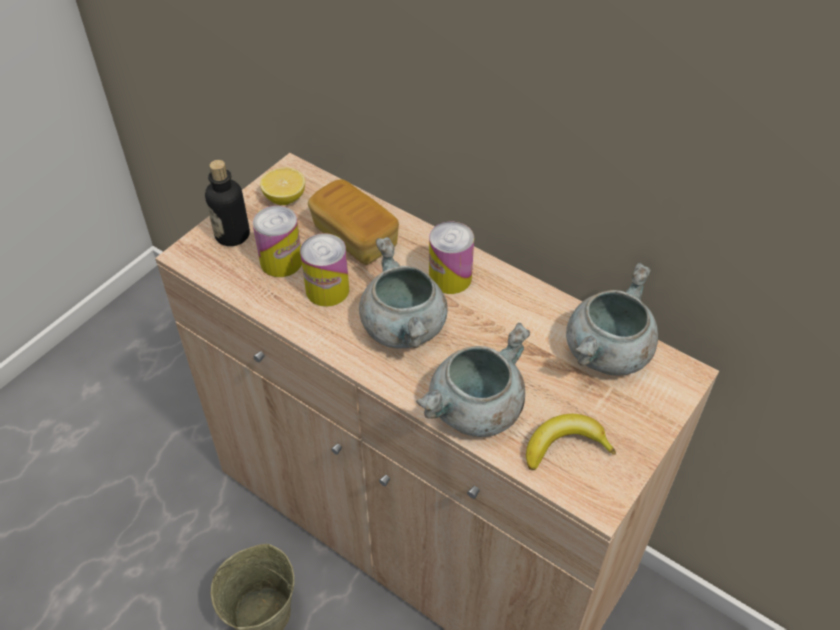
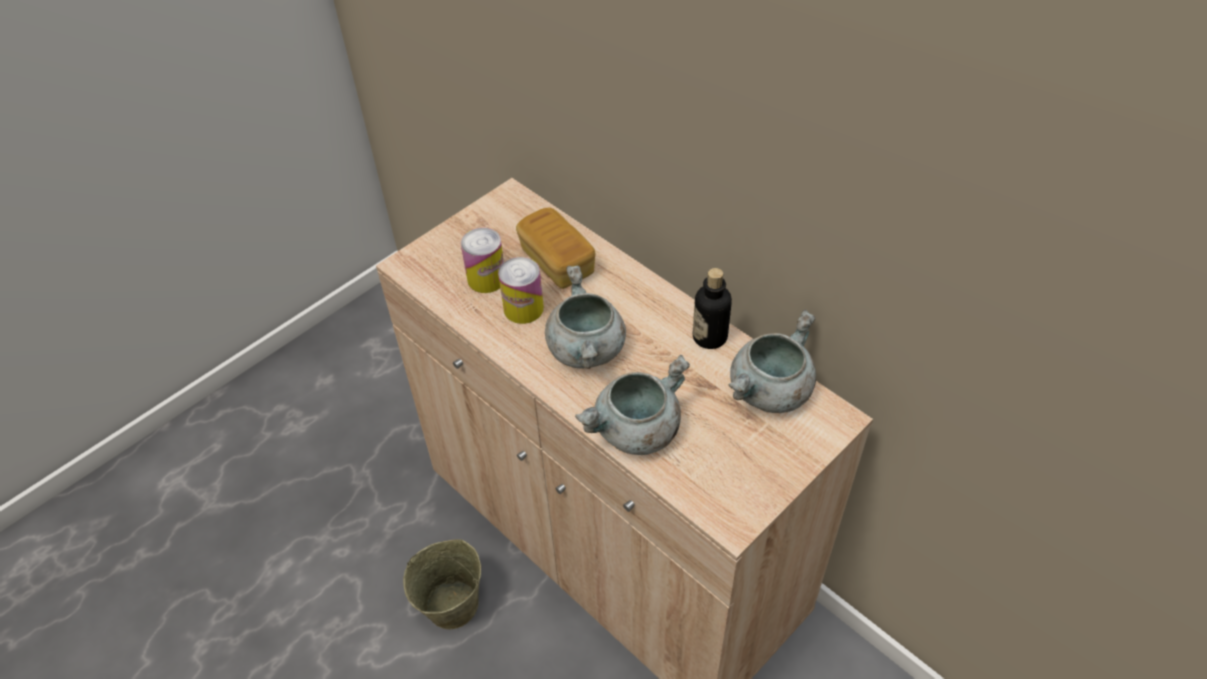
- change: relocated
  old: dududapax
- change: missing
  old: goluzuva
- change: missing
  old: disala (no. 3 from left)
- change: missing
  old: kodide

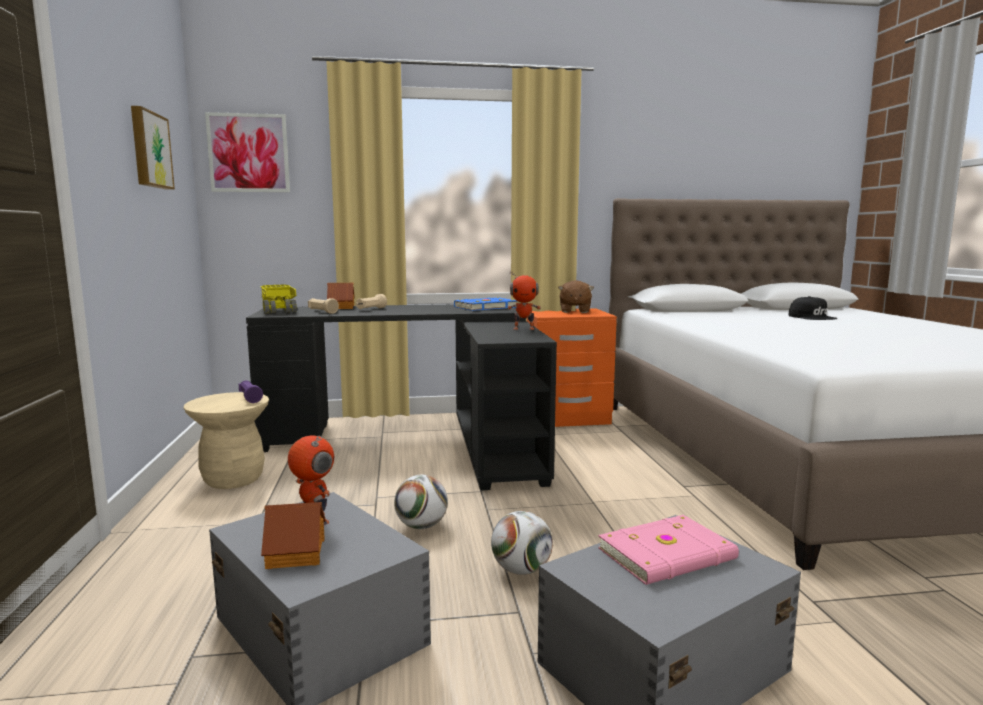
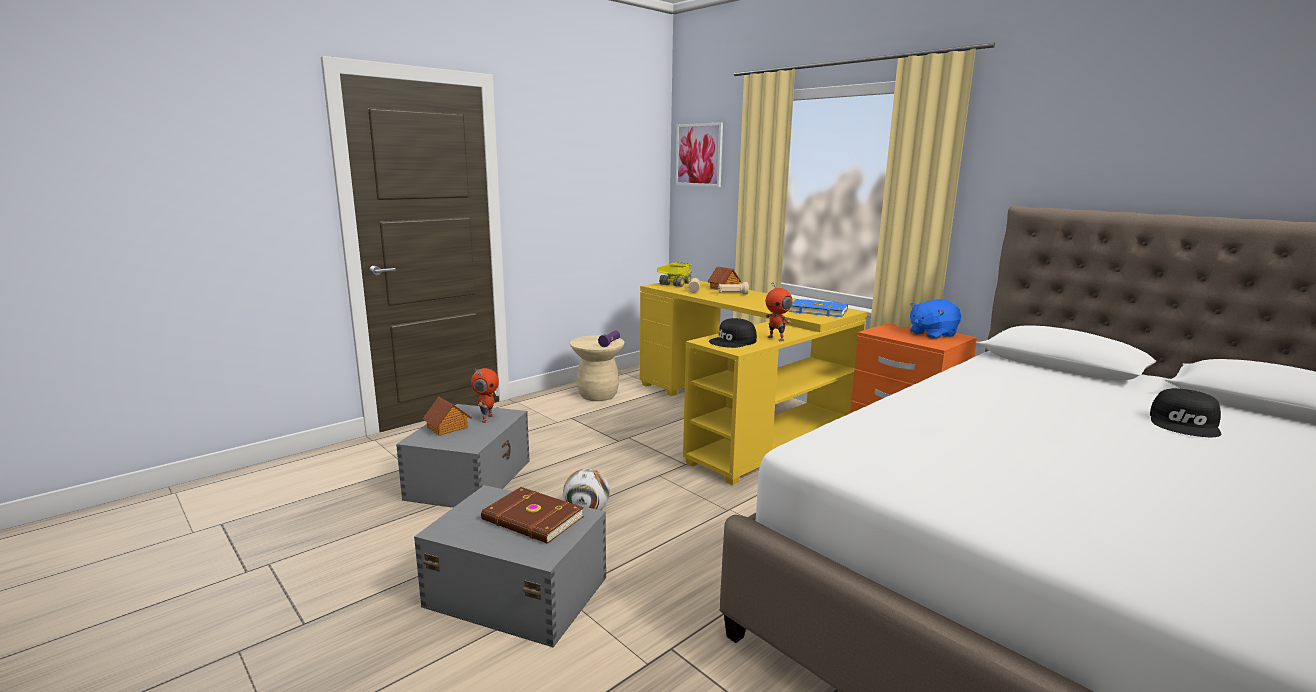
- change: missing
  old: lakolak (no. 1 from left)
- change: colour
  old: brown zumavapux
  new: blue zumavapux
- change: colour
  old: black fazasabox
  new: yellow fazasabox
- change: missing
  old: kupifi (no. 1 from left)
- change: colour
  old: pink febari
  new: brown febari
- change: appeared
  new: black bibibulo (no. 1 from left)

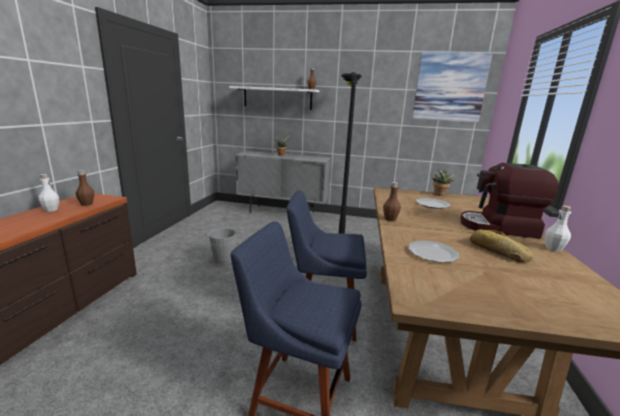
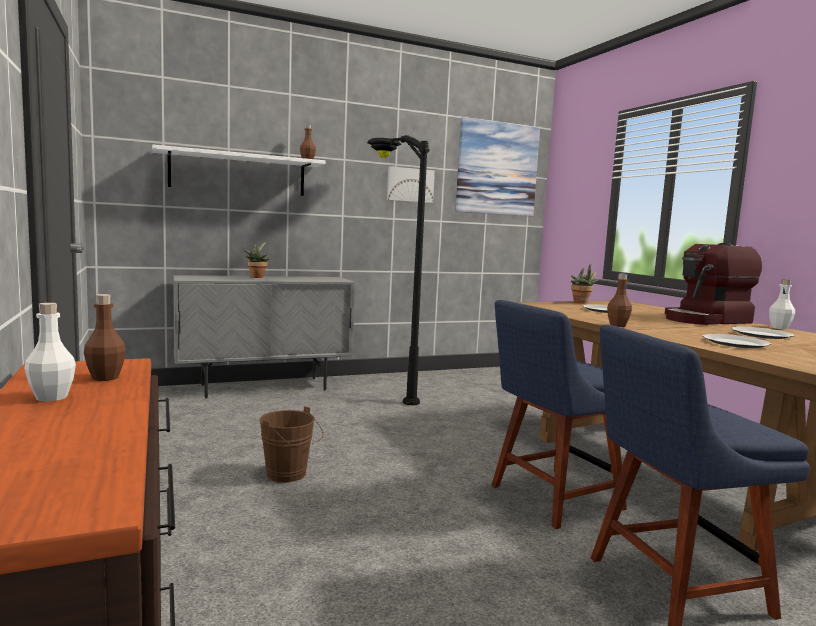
- change: colour
  old: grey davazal
  new: brown davazal
- change: exchanged
  old: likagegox
  new: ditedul (no. 3 from left)
- change: appeared
  new: lakolak (no. 1 from left)

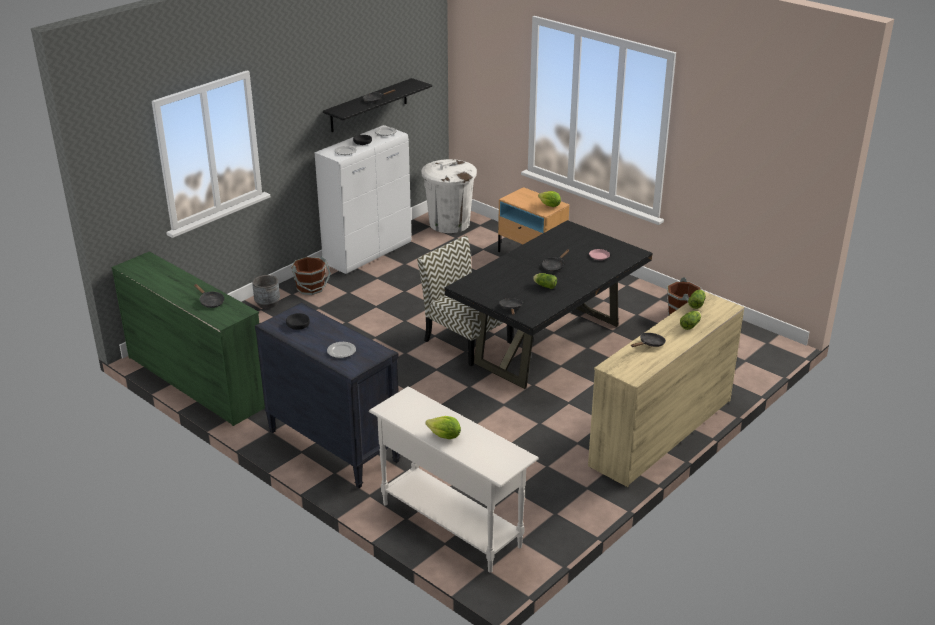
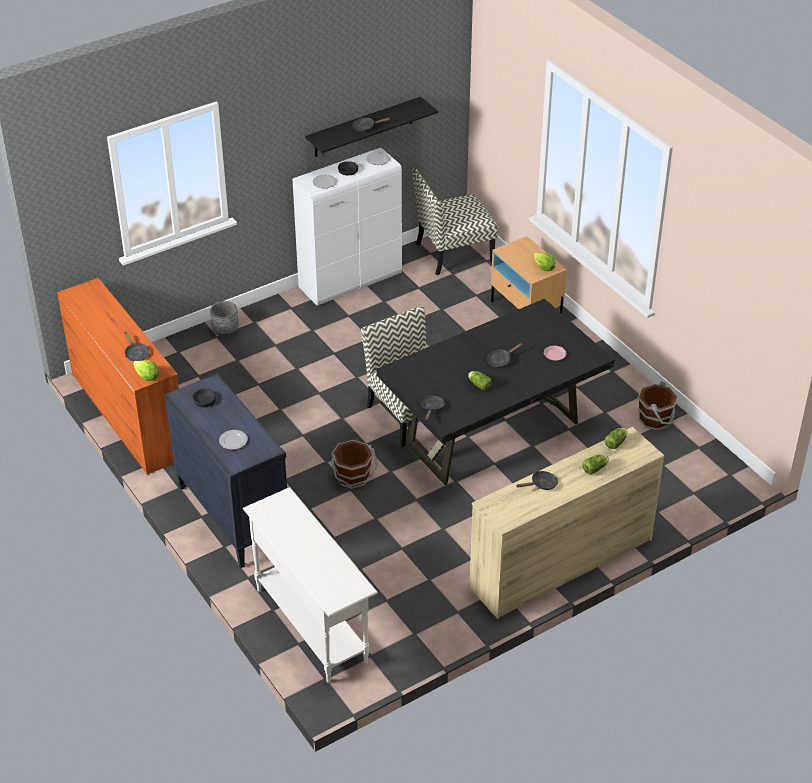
- change: exchanged
  old: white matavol
  new: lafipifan (no. 2 from left)
- change: colour
  old: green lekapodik
  new: orange lekapodik
- change: relocated
  old: brown davazal (no. 1 from left)
- change: relocated
  old: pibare (no. 1 from left)

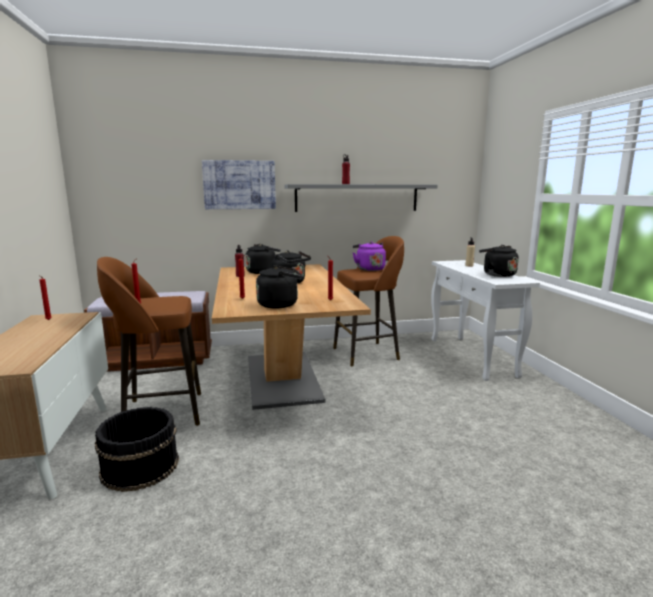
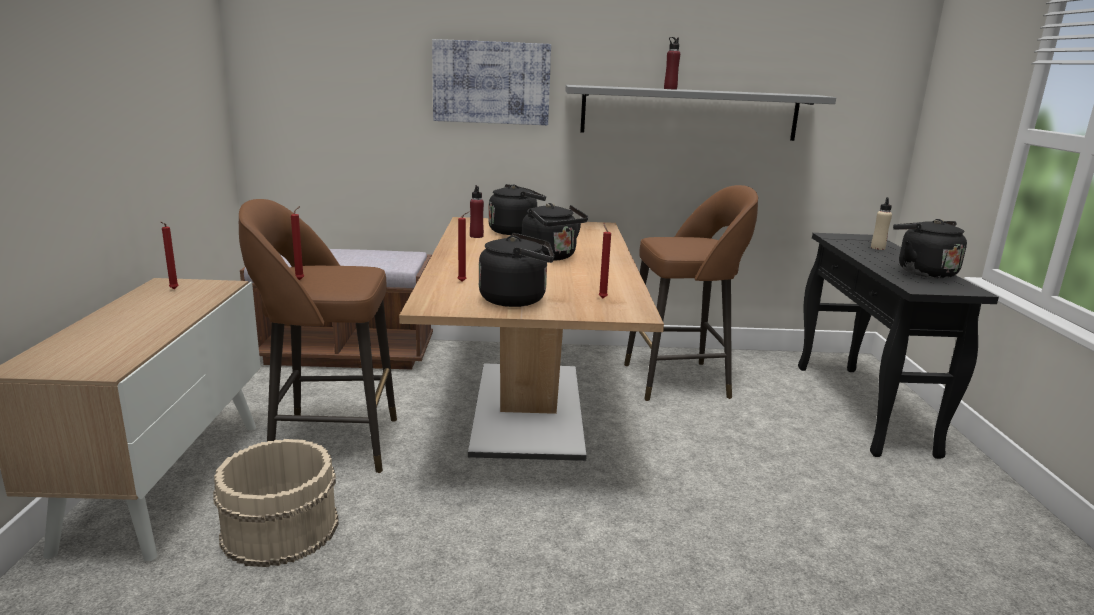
- change: missing
  old: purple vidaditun
- change: colour
  old: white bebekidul
  new: black bebekidul
- change: colour
  old: black davazal
  new: beige davazal

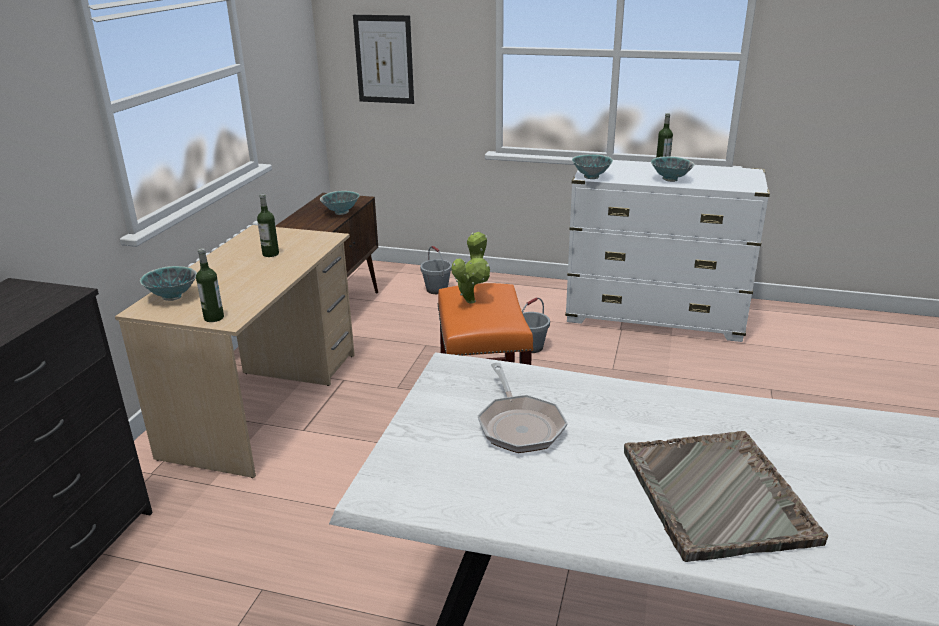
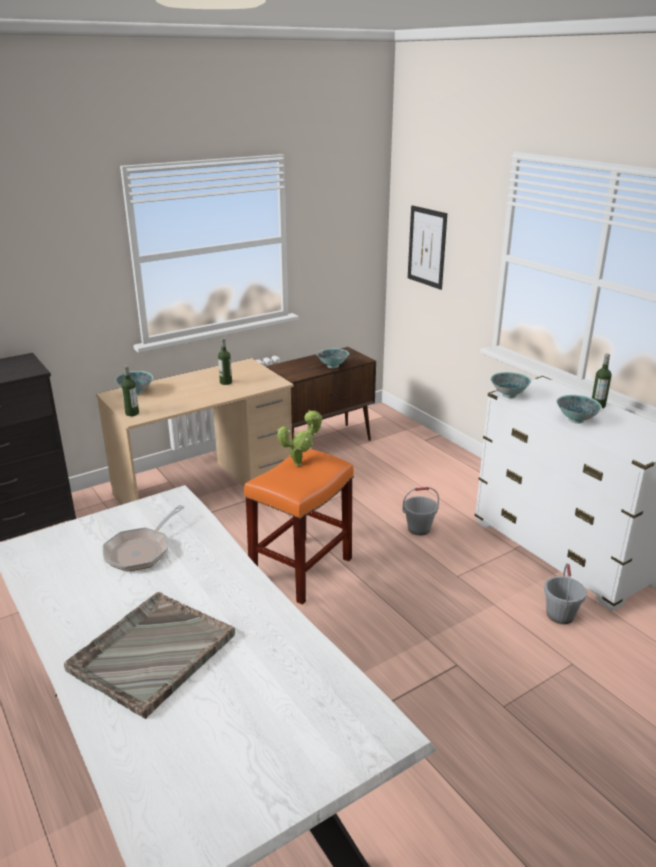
- change: relocated
  old: grey davazal (no. 1 from left in the first image)
  new: grey davazal (no. 2 from left)

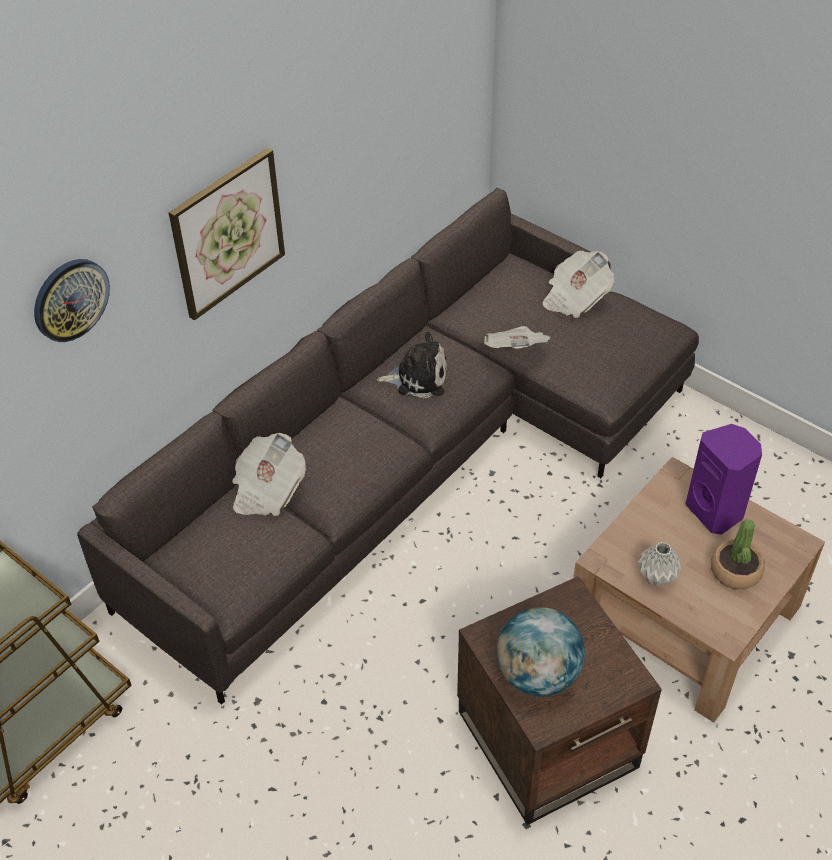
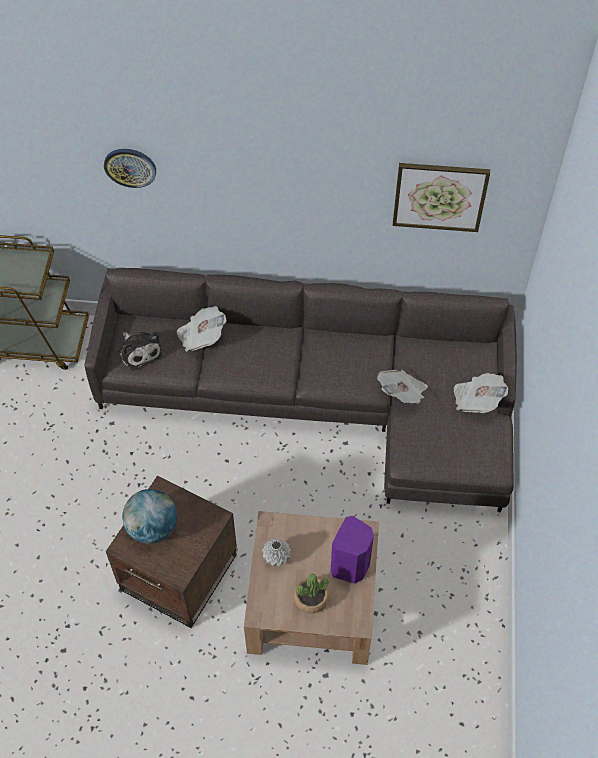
- change: relocated
  old: lakolak
- change: relocated
  old: zumavapux

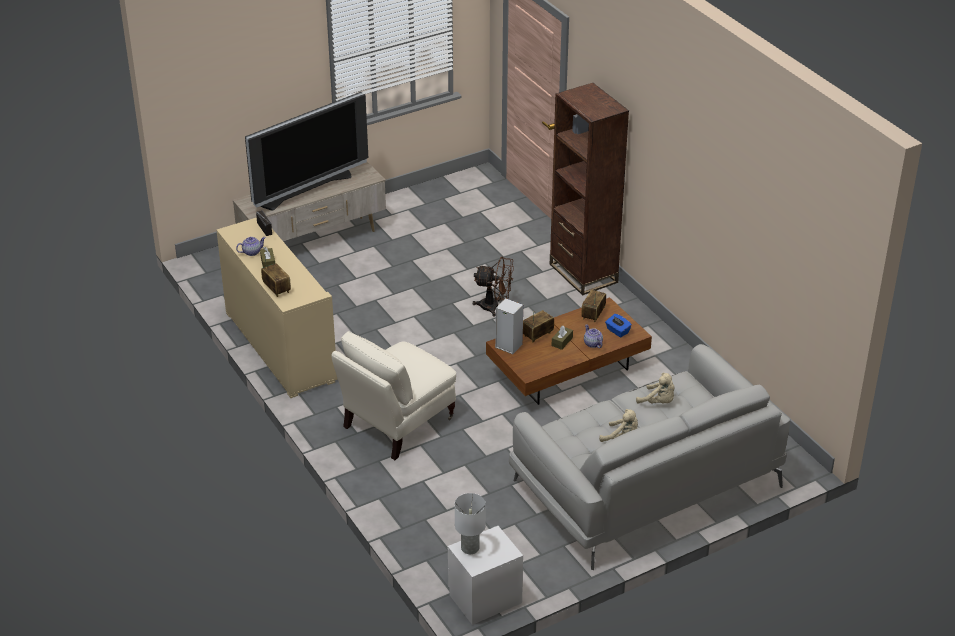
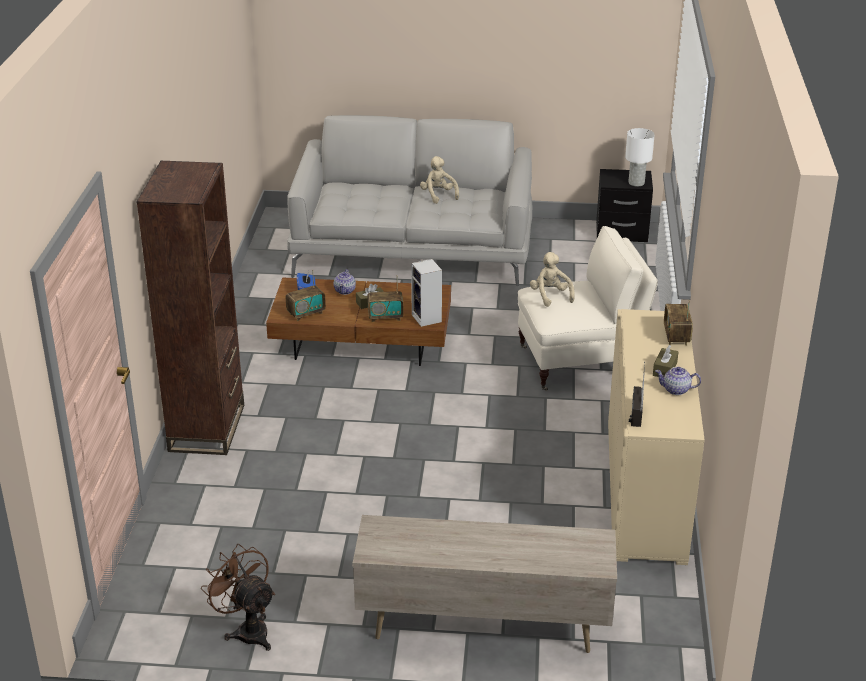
- change: missing
  old: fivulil
- change: relocated
  old: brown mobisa
- change: relocated
  old: beige zumavapux (no. 2 from left)
- change: colour
  old: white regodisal
  new: black regodisal

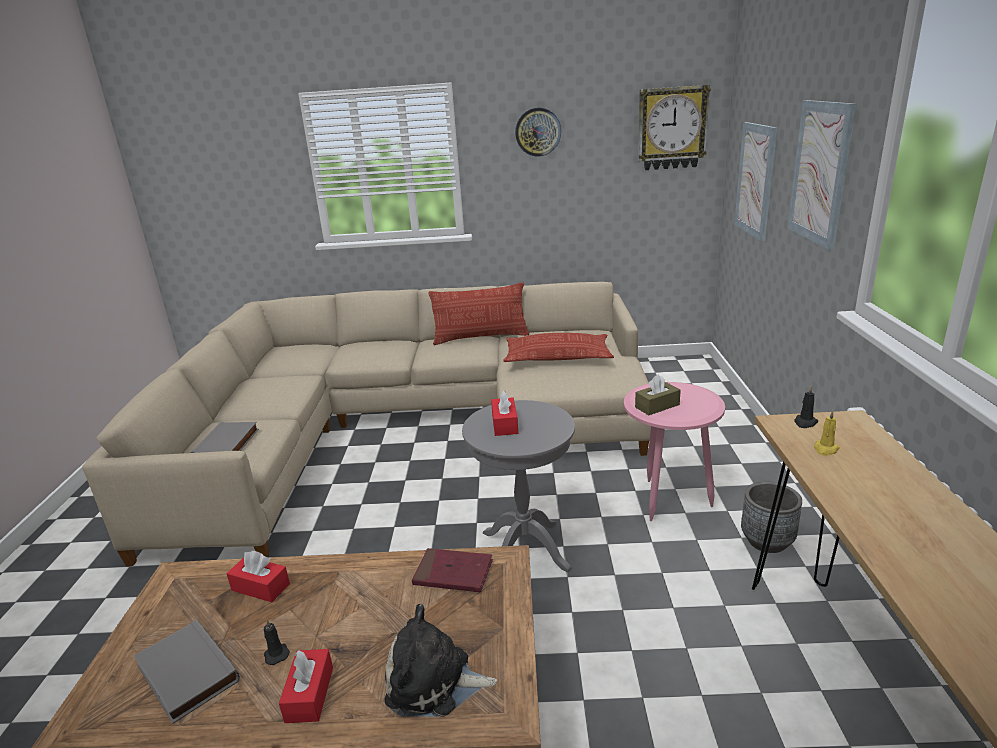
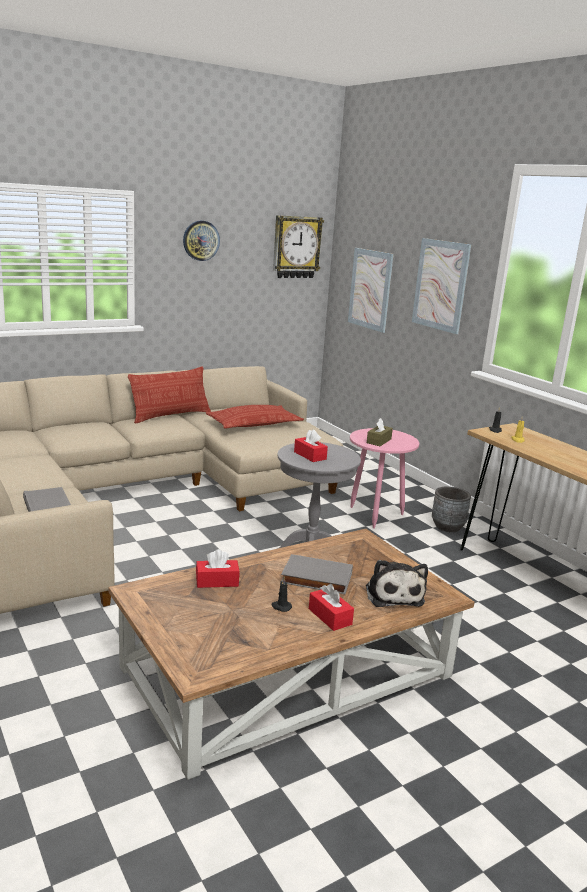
- change: missing
  old: red febari
- change: spun
  old: zumavapux
  degrees: -75
- change: relocated
  old: grey febari (no. 1 from left in the first image)
  new: grey febari (no. 2 from left)

